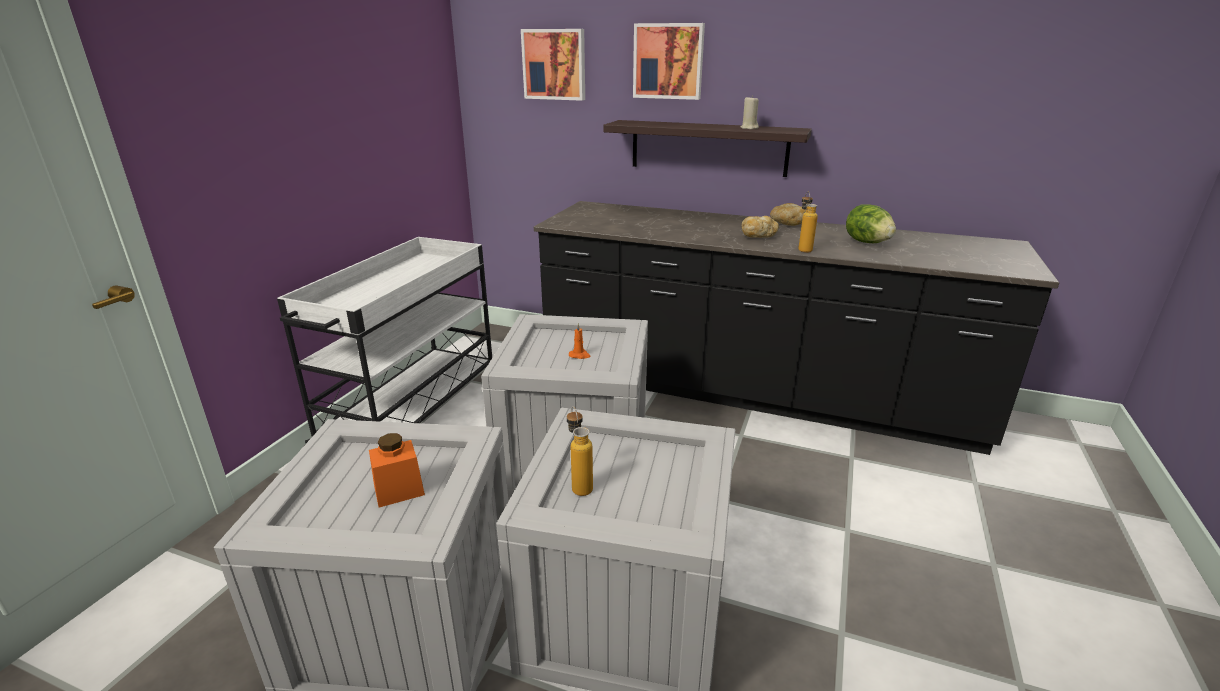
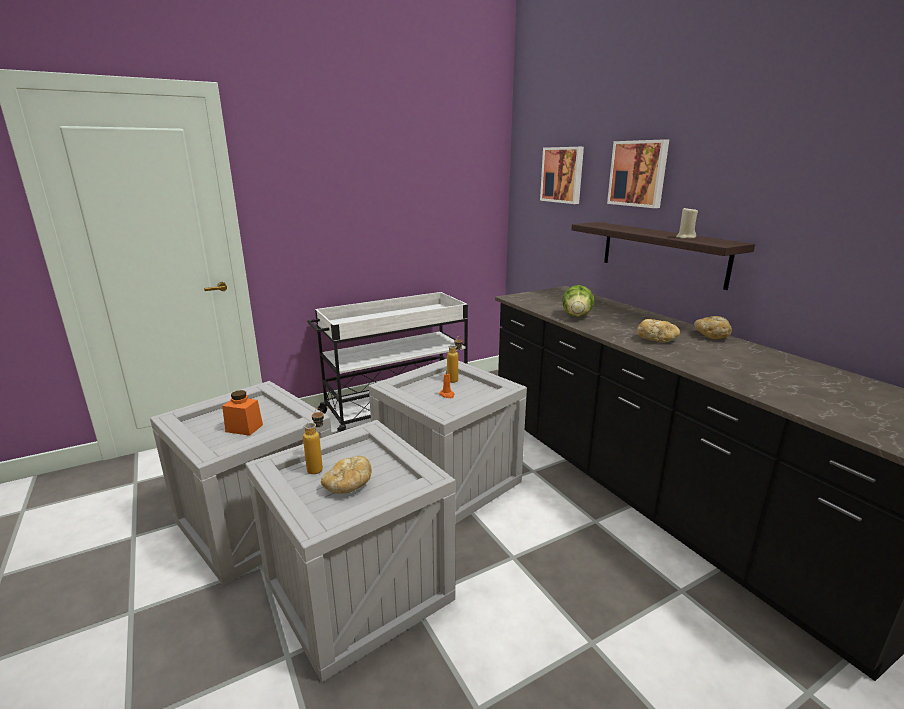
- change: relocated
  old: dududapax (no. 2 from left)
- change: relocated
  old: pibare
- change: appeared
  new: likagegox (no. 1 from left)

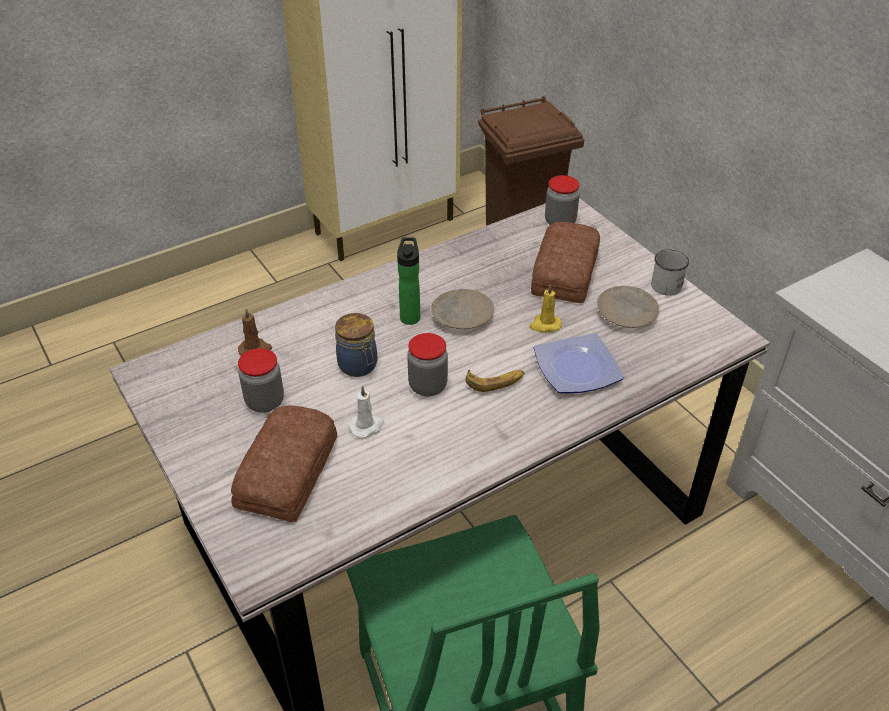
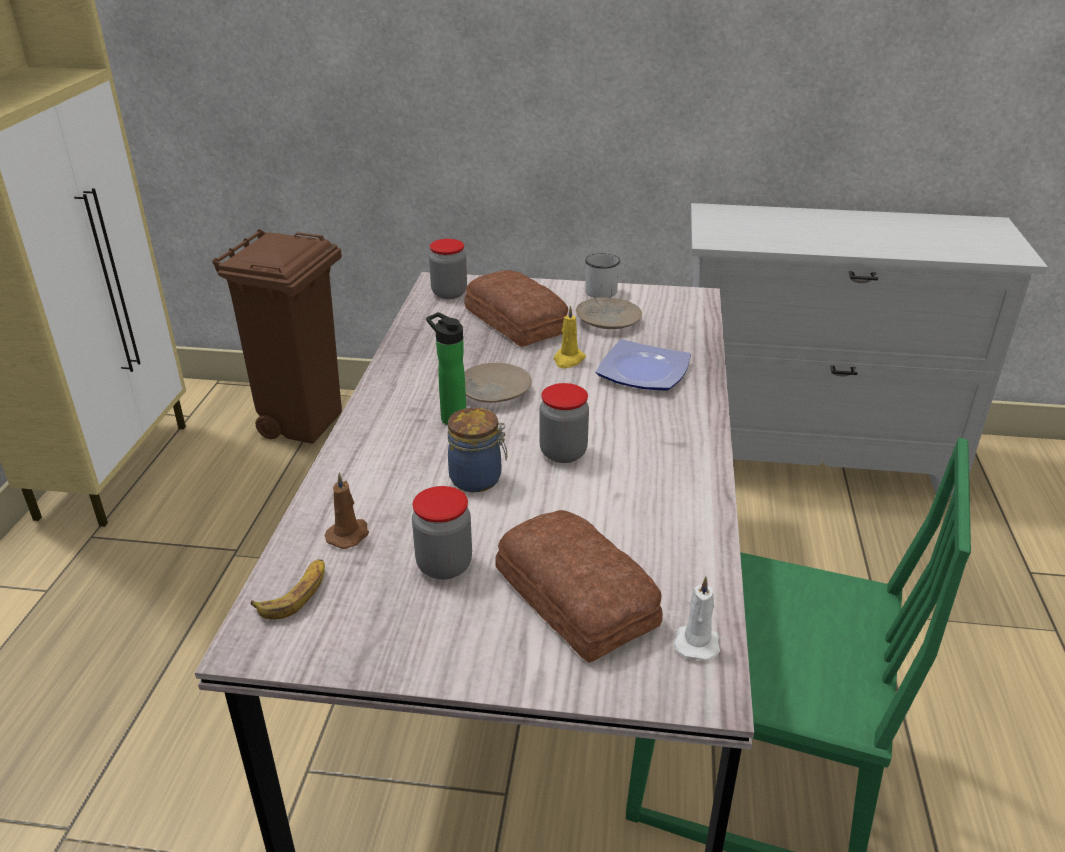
- change: relocated
  old: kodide
- change: relocated
  old: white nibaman

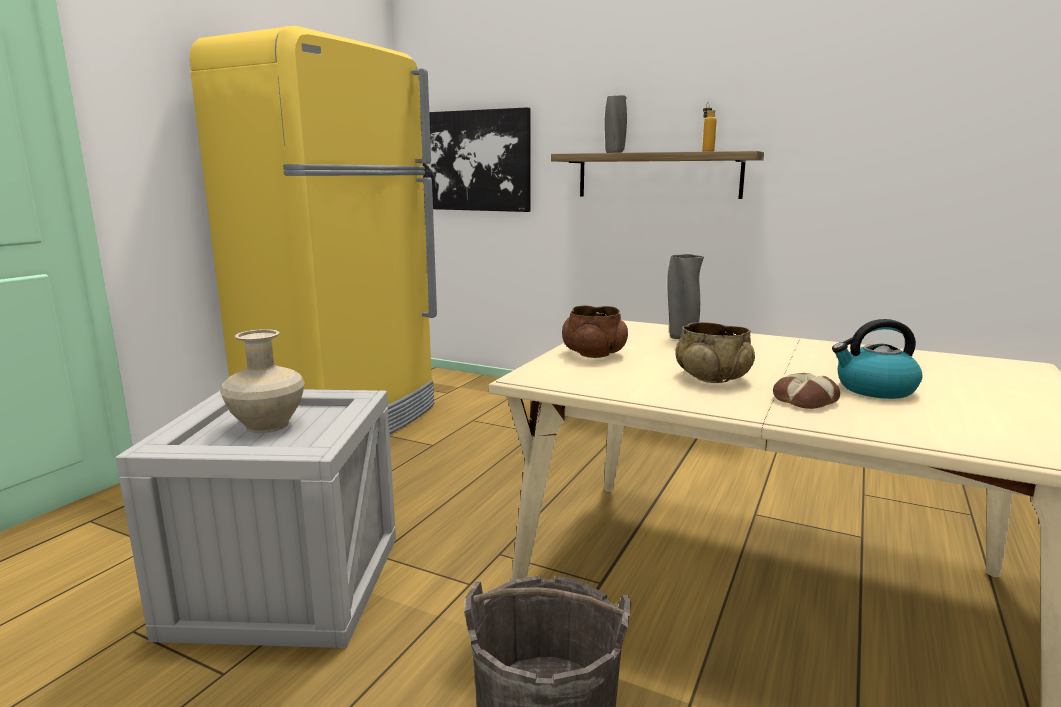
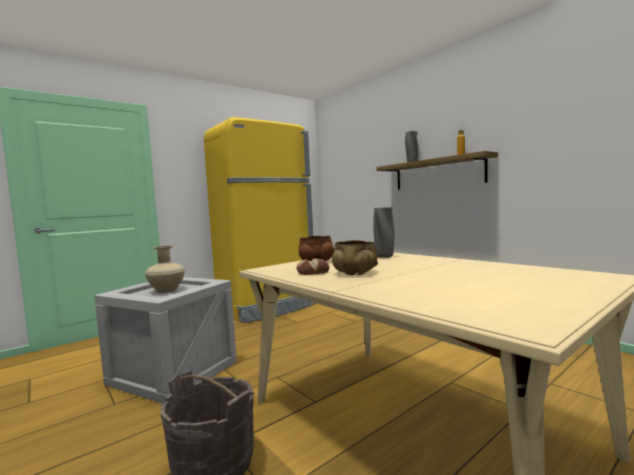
- change: missing
  old: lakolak
- change: missing
  old: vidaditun
- change: relocated
  old: likagegox

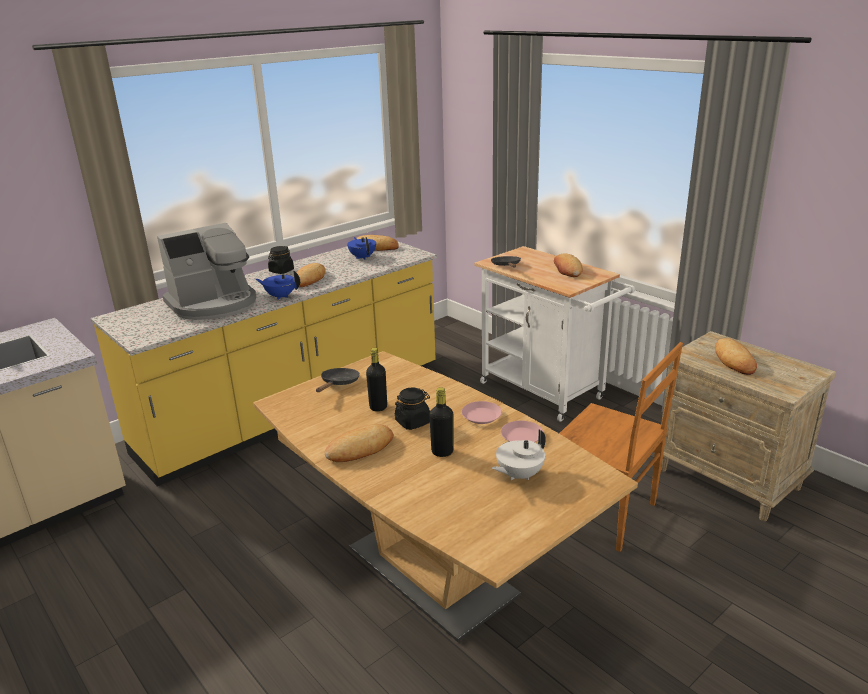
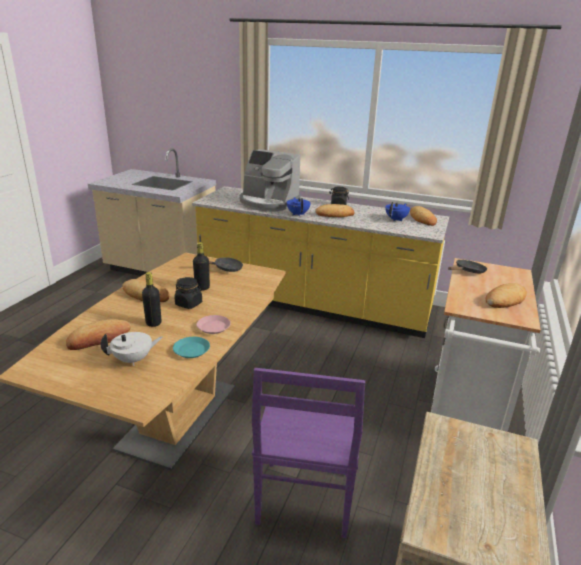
- change: relocated
  old: likagegox (no. 5 from left in the first image)
  new: likagegox (no. 1 from left)
- change: colour
  old: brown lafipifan
  new: purple lafipifan
- change: colour
  old: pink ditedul (no. 2 from left)
  new: turquoise ditedul
- change: spun
  old: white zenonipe
  degrees: 135

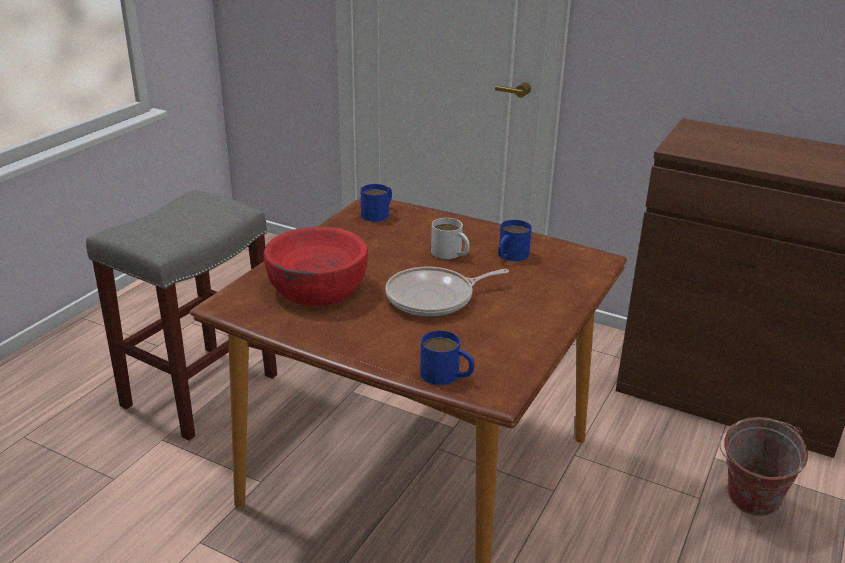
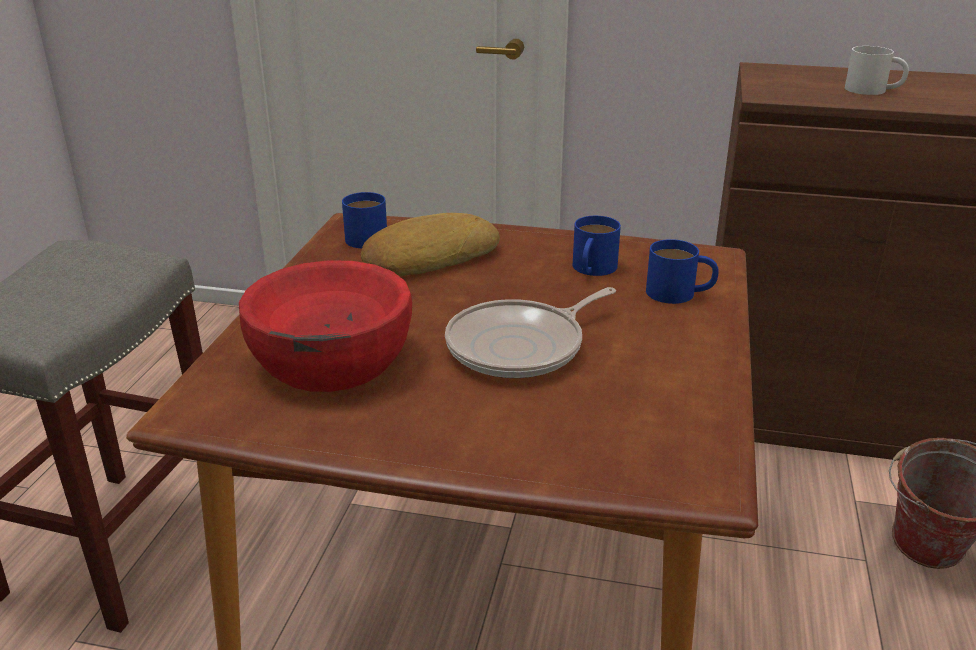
- change: relocated
  old: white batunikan
- change: relocated
  old: blue batunikan (no. 2 from left in the first image)
  new: blue batunikan (no. 3 from left)
- change: appeared
  new: likagegox

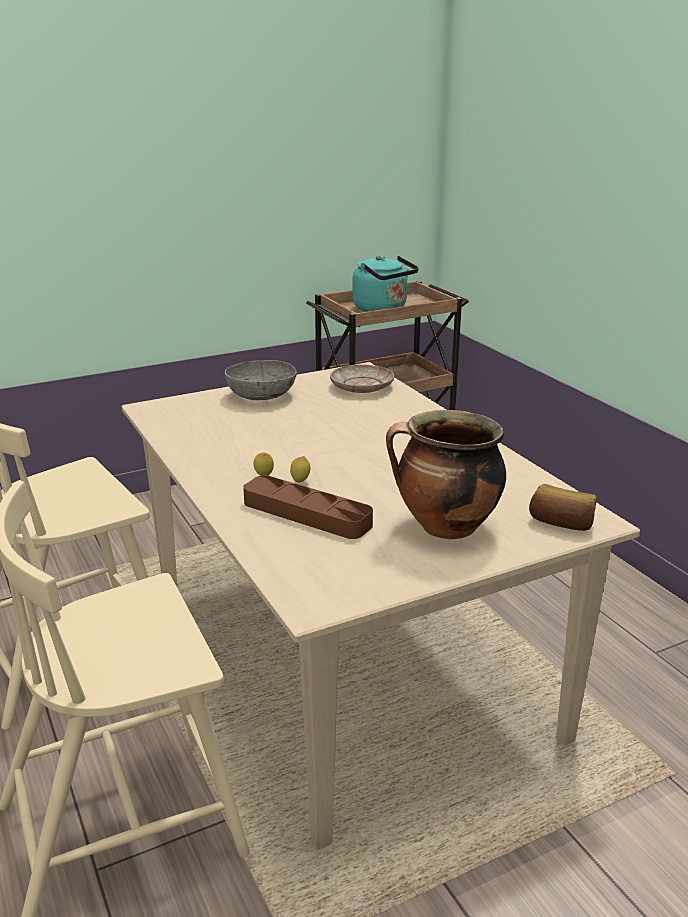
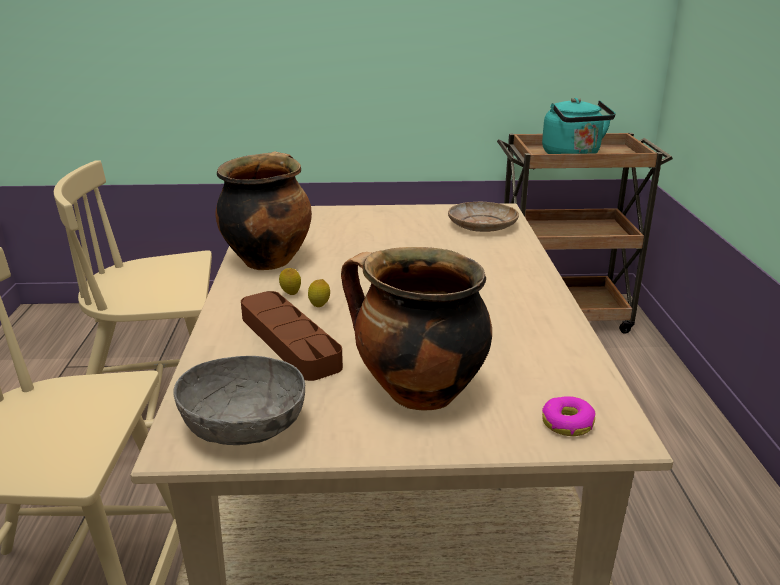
- change: relocated
  old: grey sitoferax
- change: exchanged
  old: likagegox
  new: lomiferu
- change: appeared
  new: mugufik (no. 1 from left)

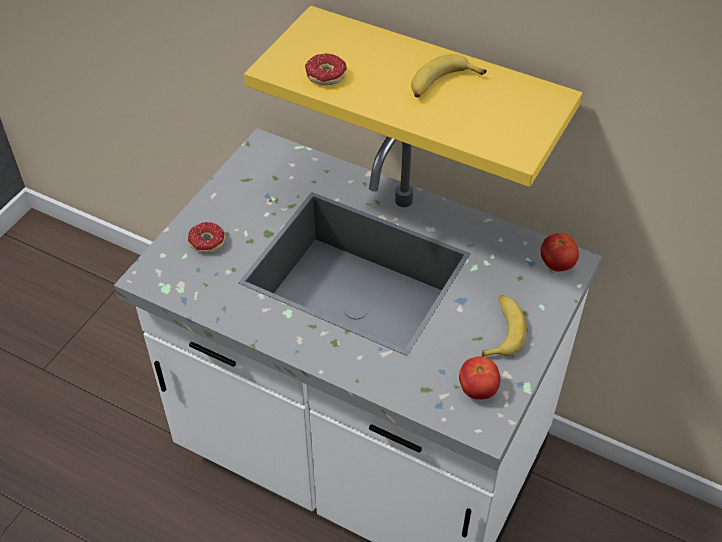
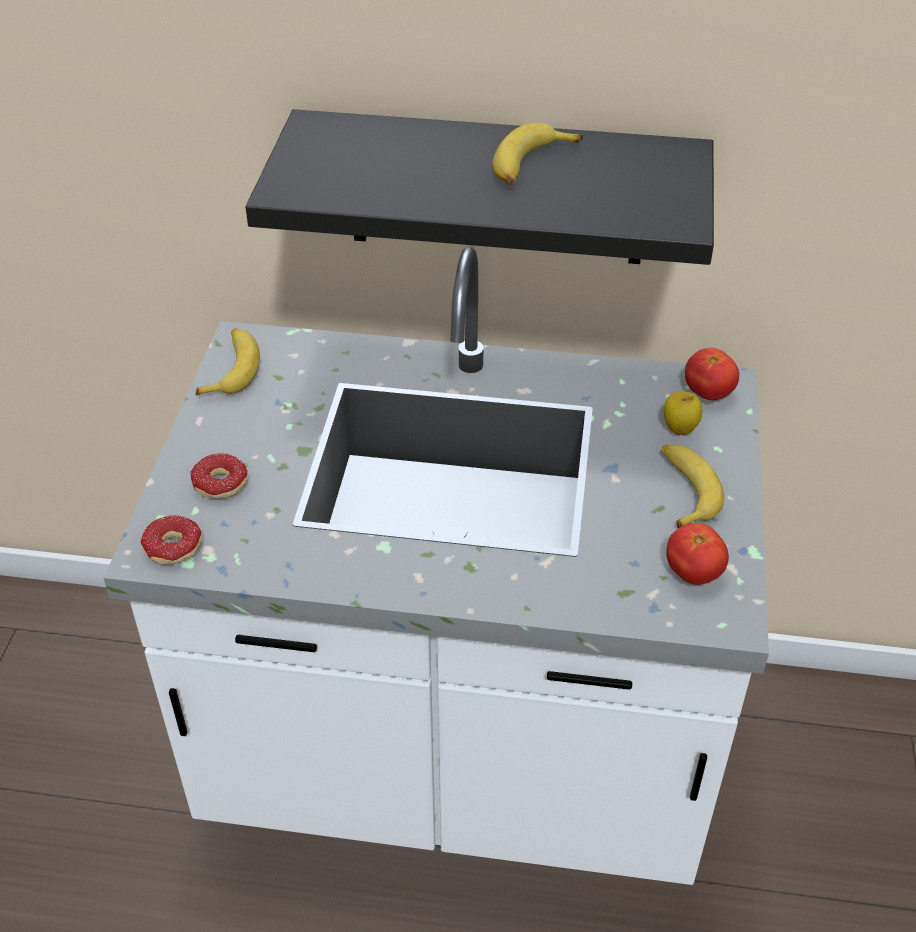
- change: colour
  old: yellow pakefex
  new: black pakefex
- change: relocated
  old: lomiferu (no. 2 from left in the first image)
  new: lomiferu (no. 1 from left)
- change: appeared
  new: kodide (no. 1 from left)
- change: appeared
  new: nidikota

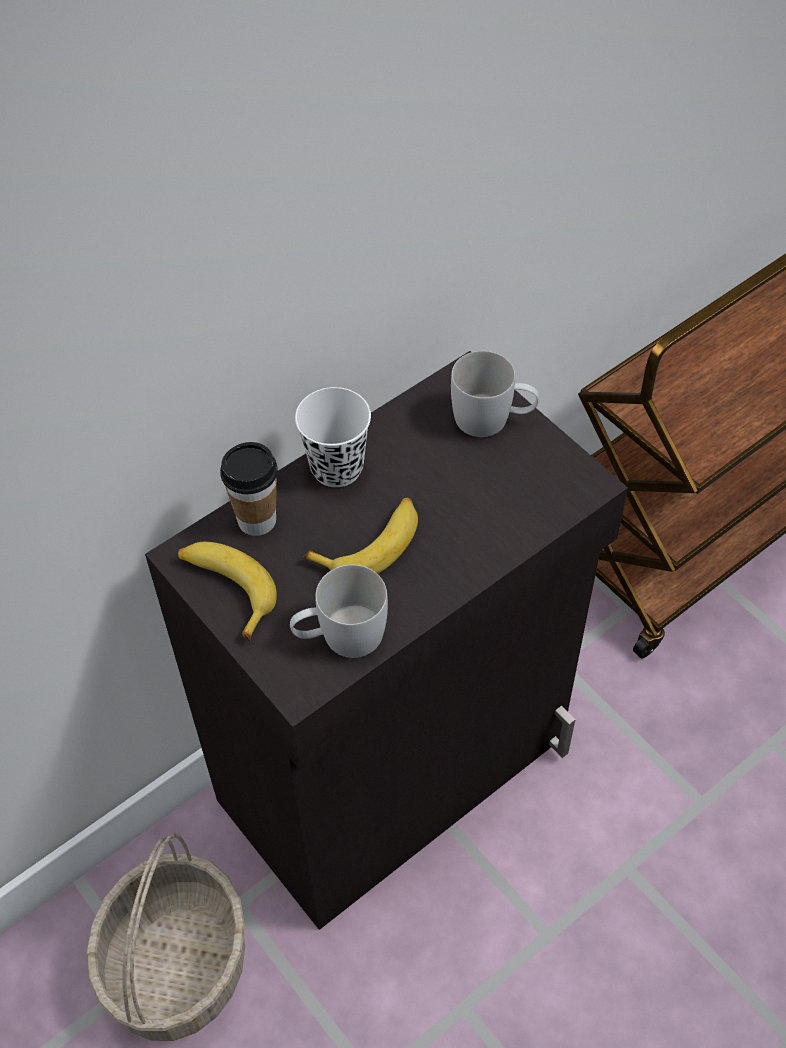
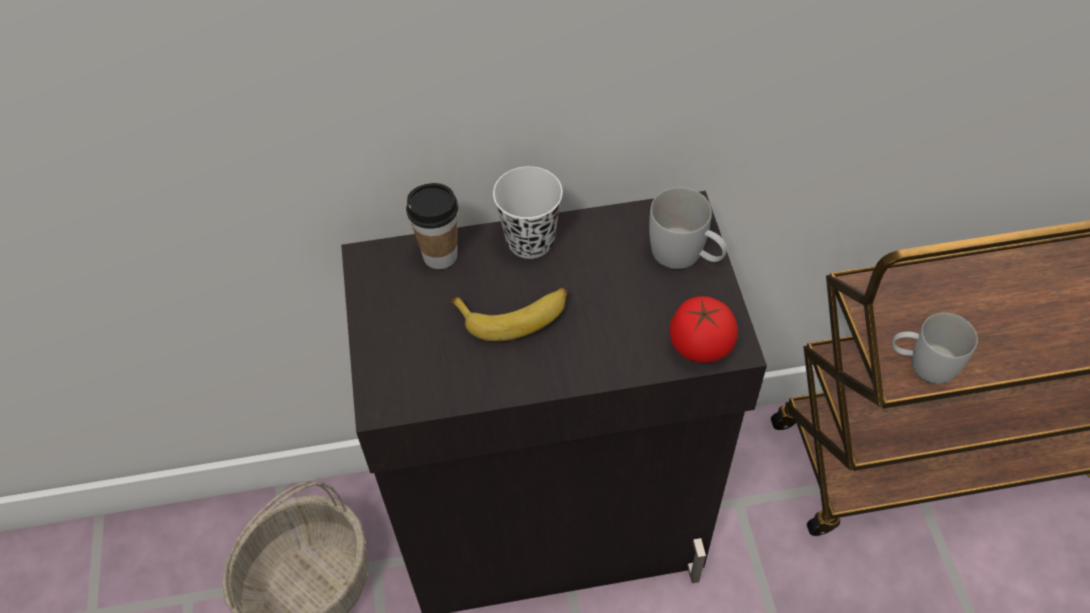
- change: missing
  old: kodide (no. 1 from left)
- change: relocated
  old: white batunikan (no. 1 from left in the first image)
  new: white batunikan (no. 2 from left)
- change: appeared
  new: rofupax

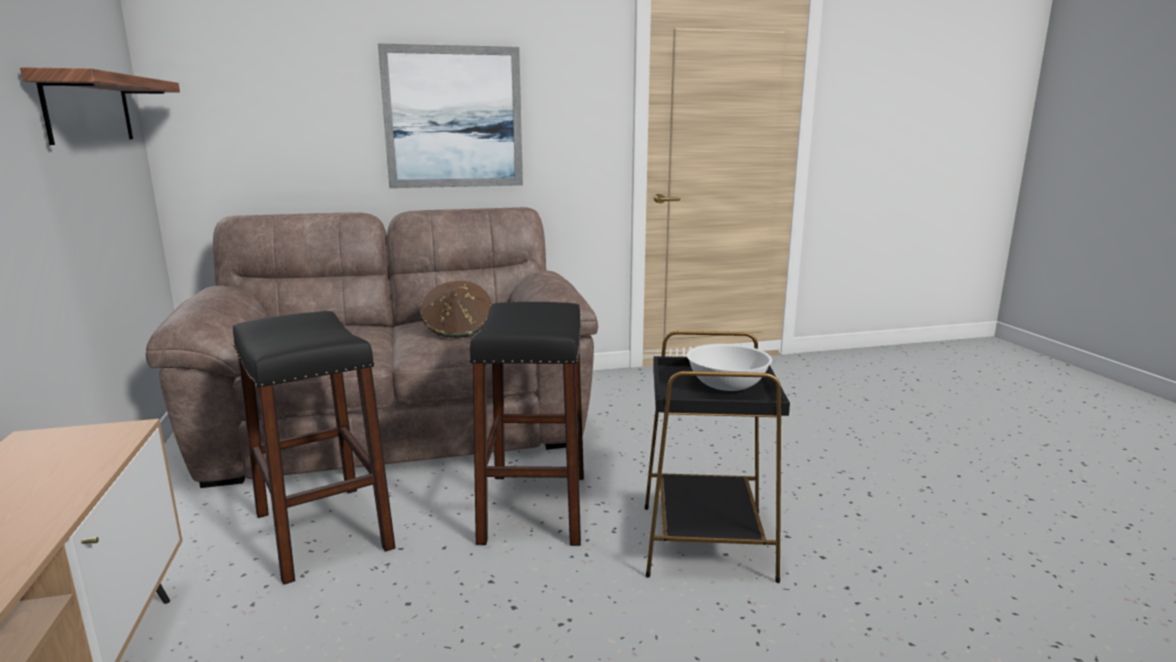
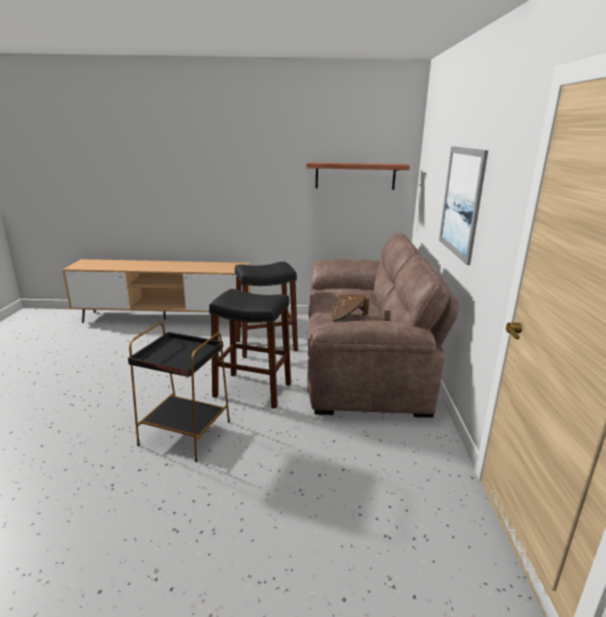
- change: missing
  old: white sitoferax

